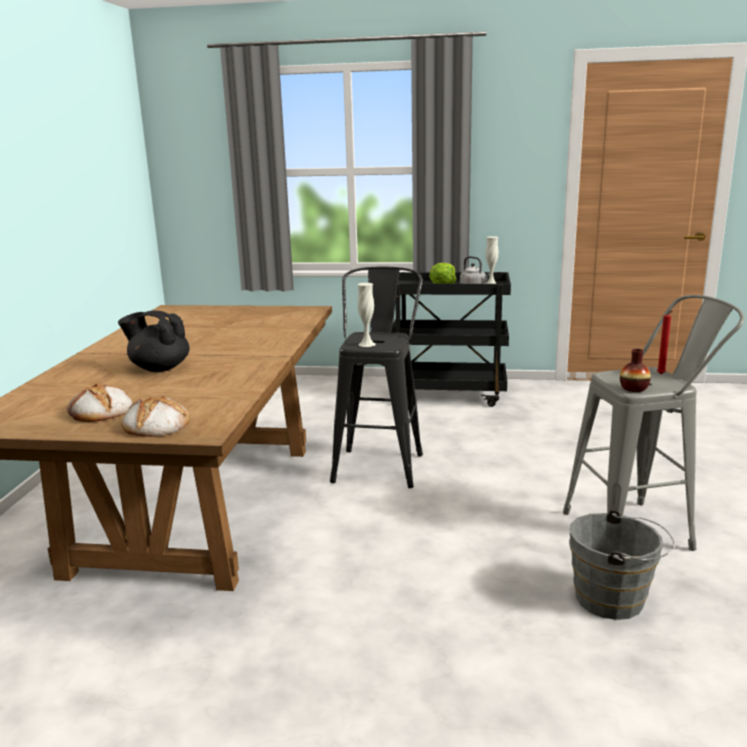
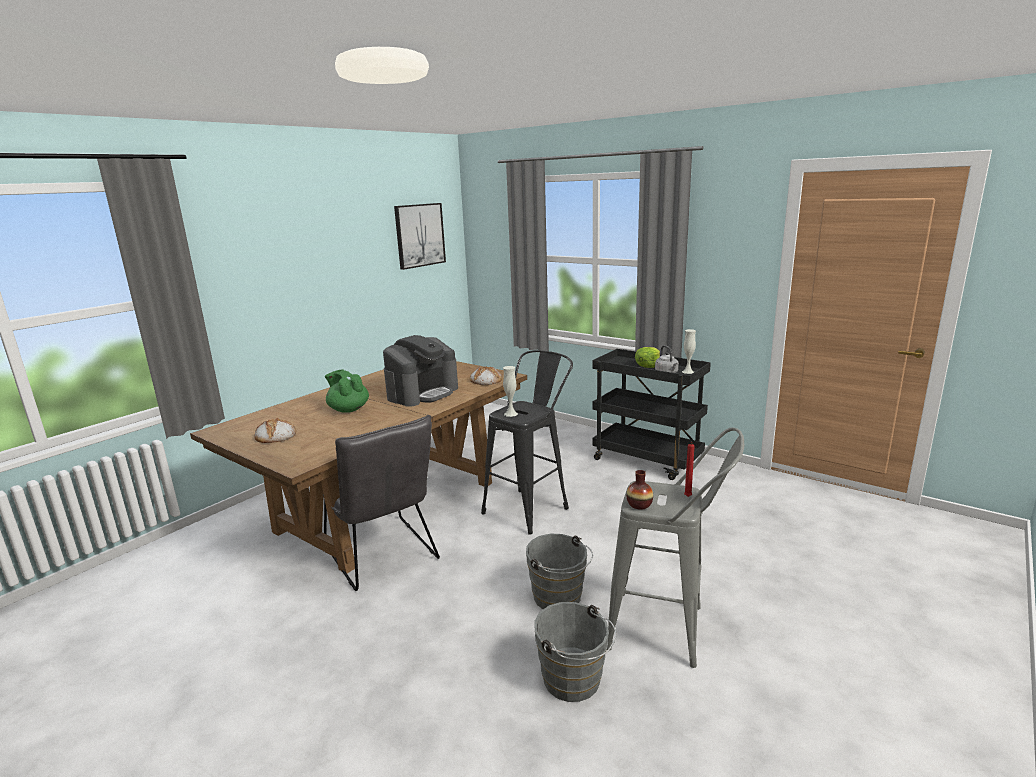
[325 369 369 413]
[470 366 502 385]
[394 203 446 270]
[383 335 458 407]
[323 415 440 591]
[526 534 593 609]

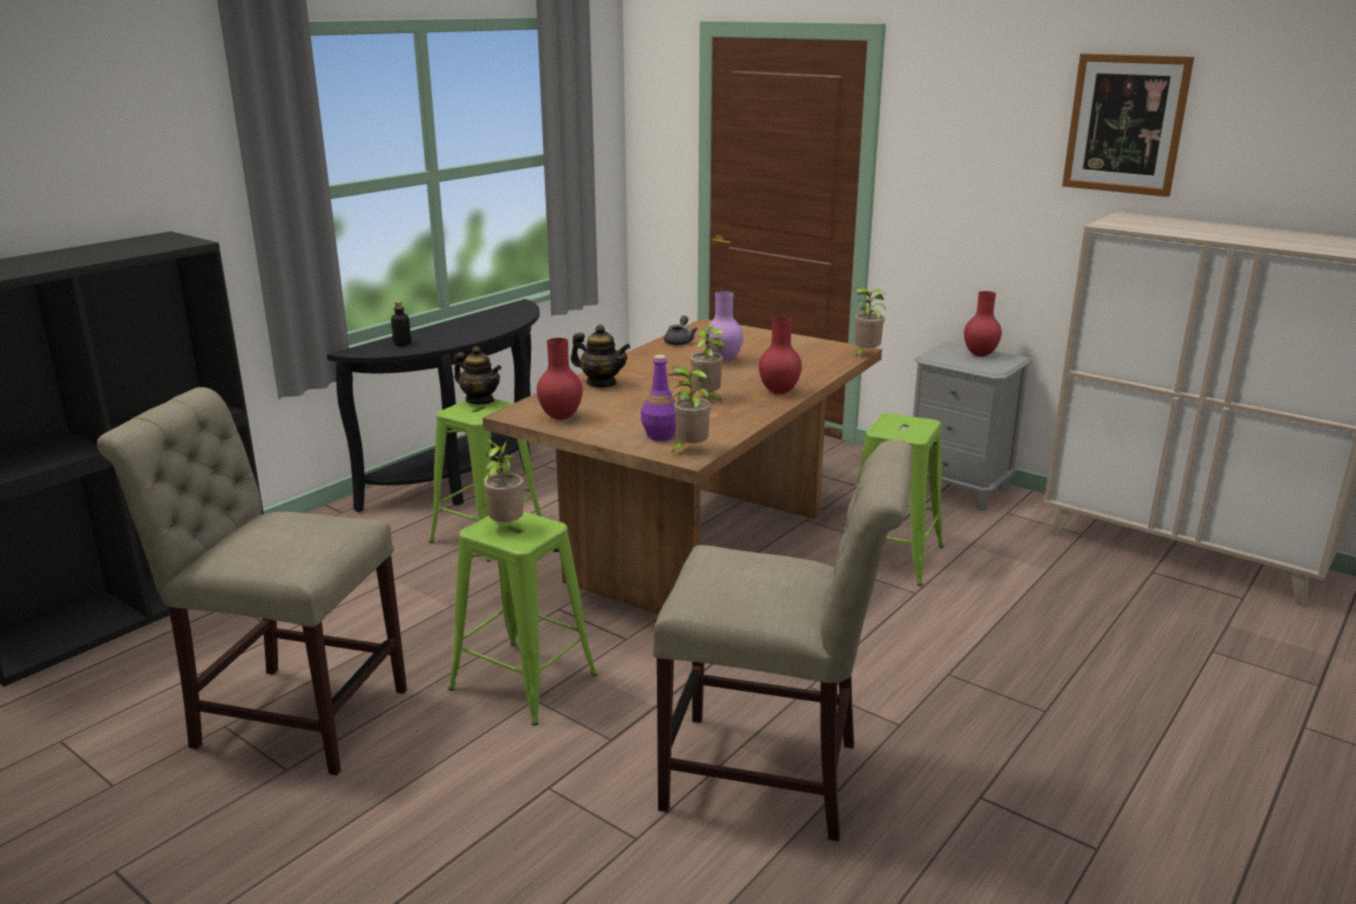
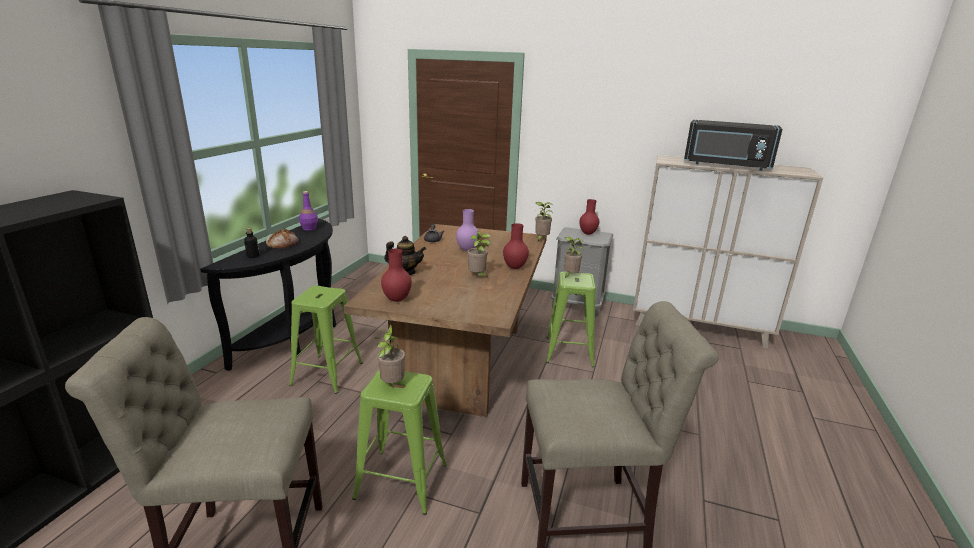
[1062 53 1194 197] (first image)
[454 346 502 404] (first image)
[299 191 318 231]
[564 237 584 279]
[684 120 783 171]
[266 229 299 248]

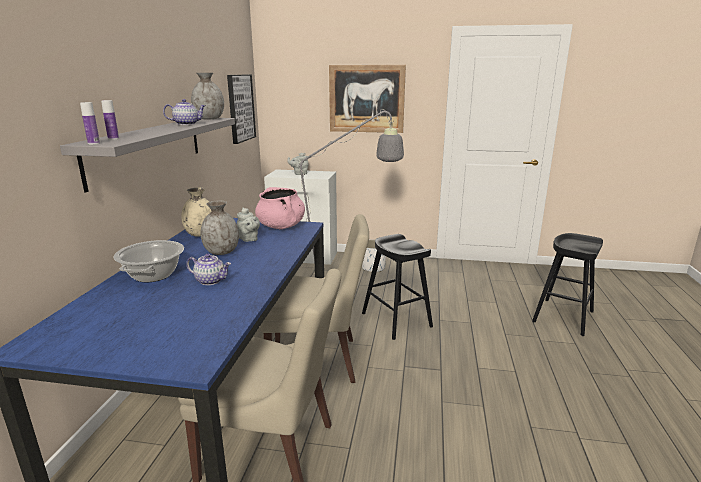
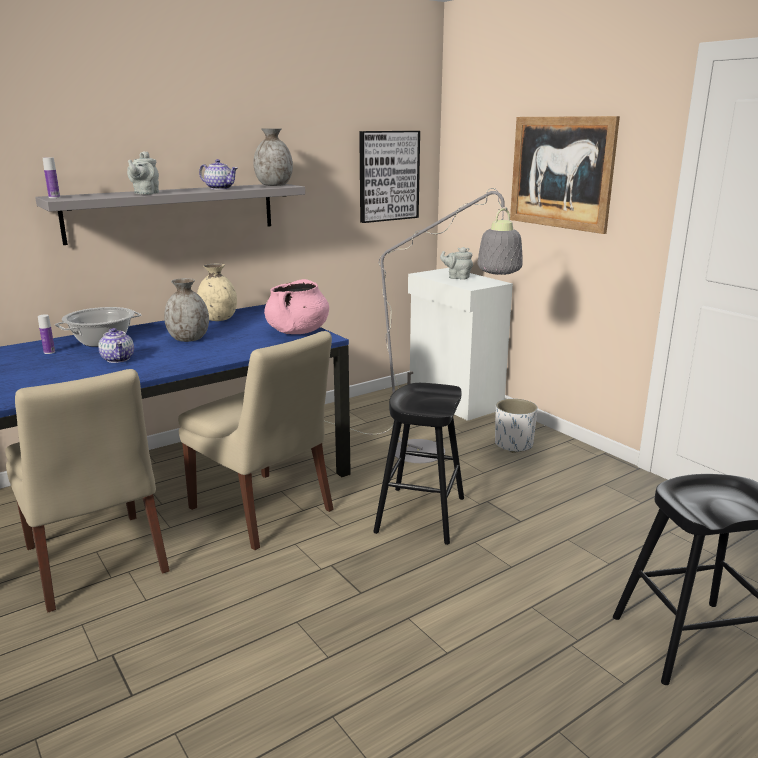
[38 314 55 354]
[127 151 159 195]

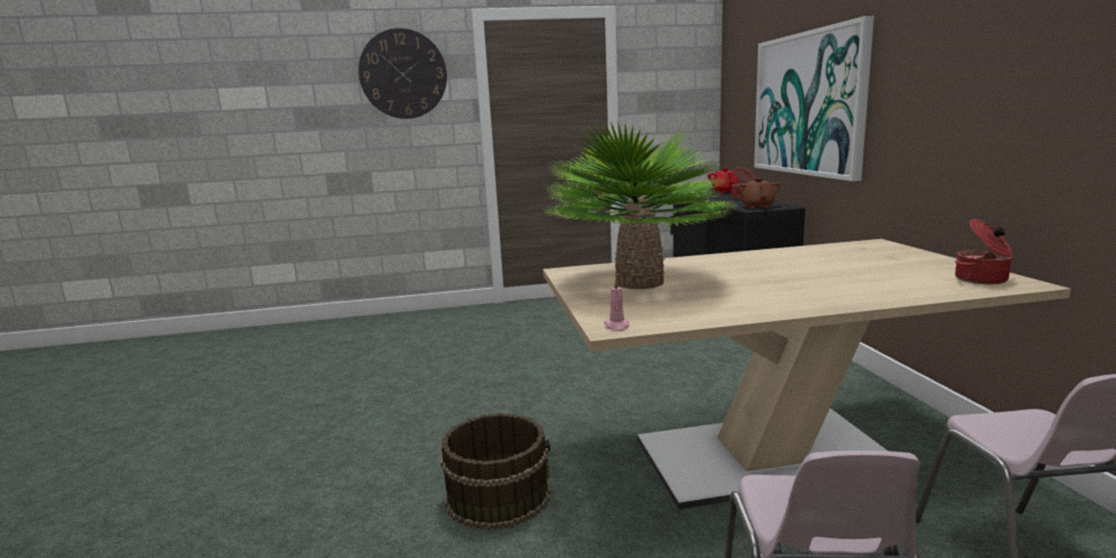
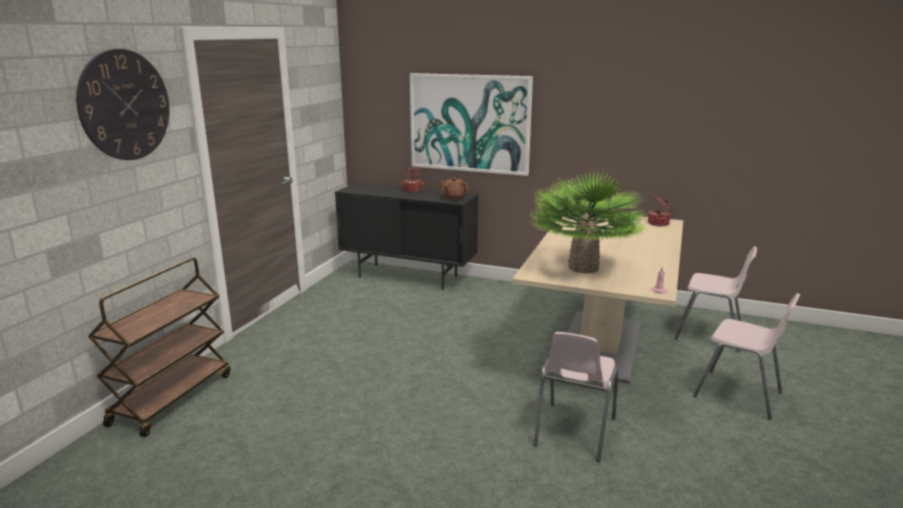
[708 168 740 194] (first image)
[534 332 619 462]
[88 258 231 437]

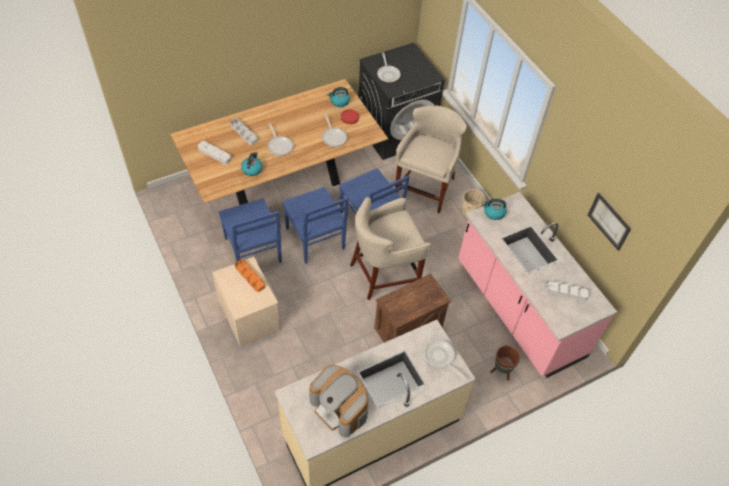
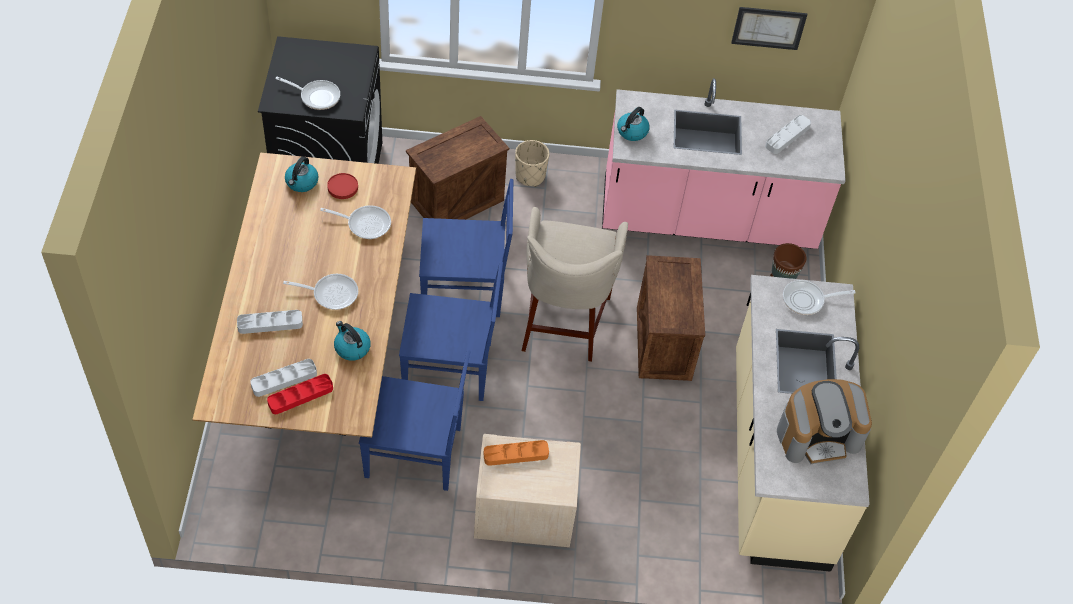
[406 116 509 220]
[267 374 333 414]

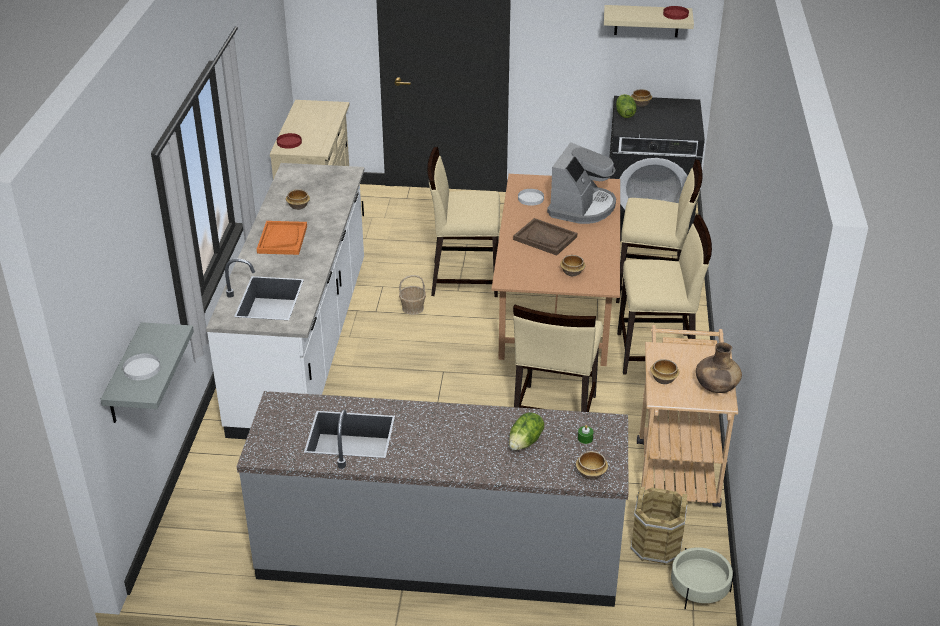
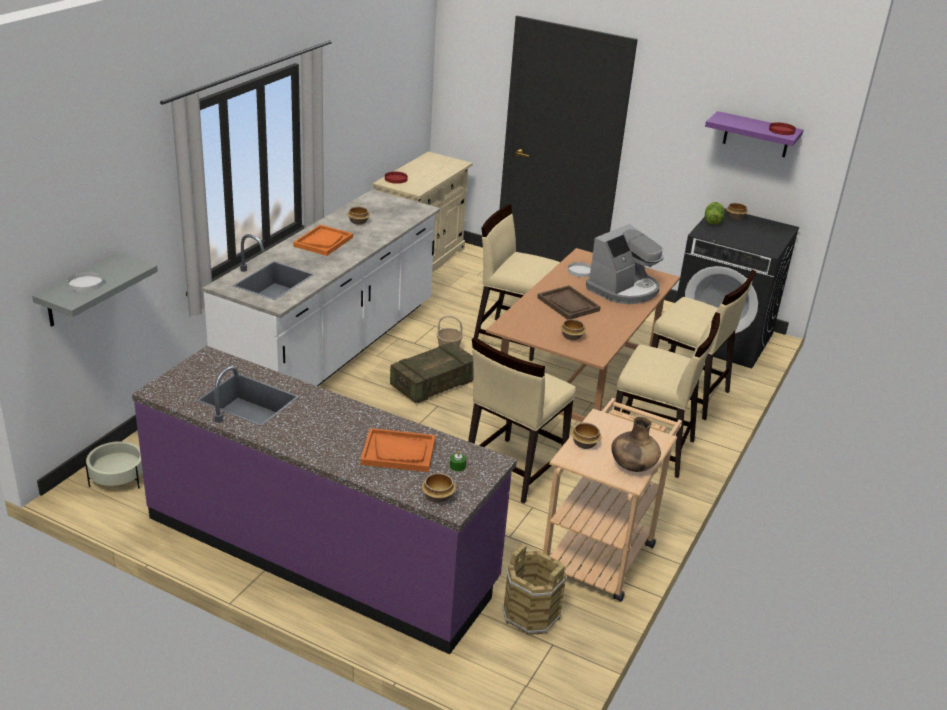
[705 111 803 157]
[132 346 517 654]
[360 428 436 472]
[86 440 143 489]
[390 342 473 403]

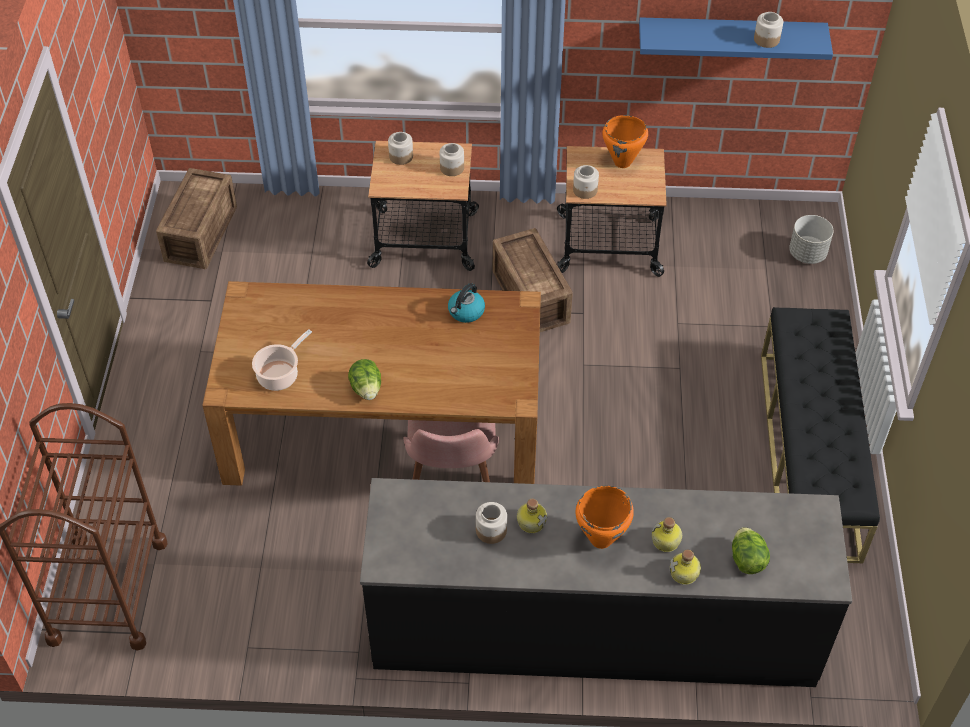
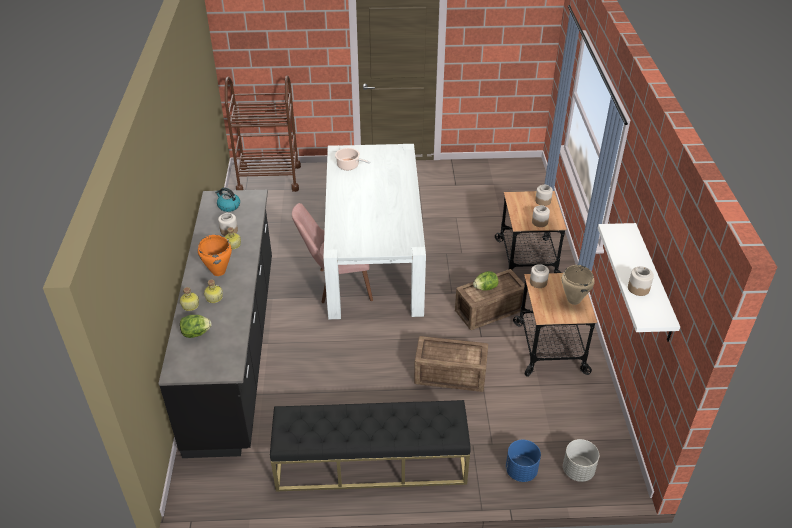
[598 223 680 342]
[562 265 595 305]
[414 336 488 392]
[323 144 426 319]
[215 187 240 212]
[473 271 498 291]
[506 440 541 482]

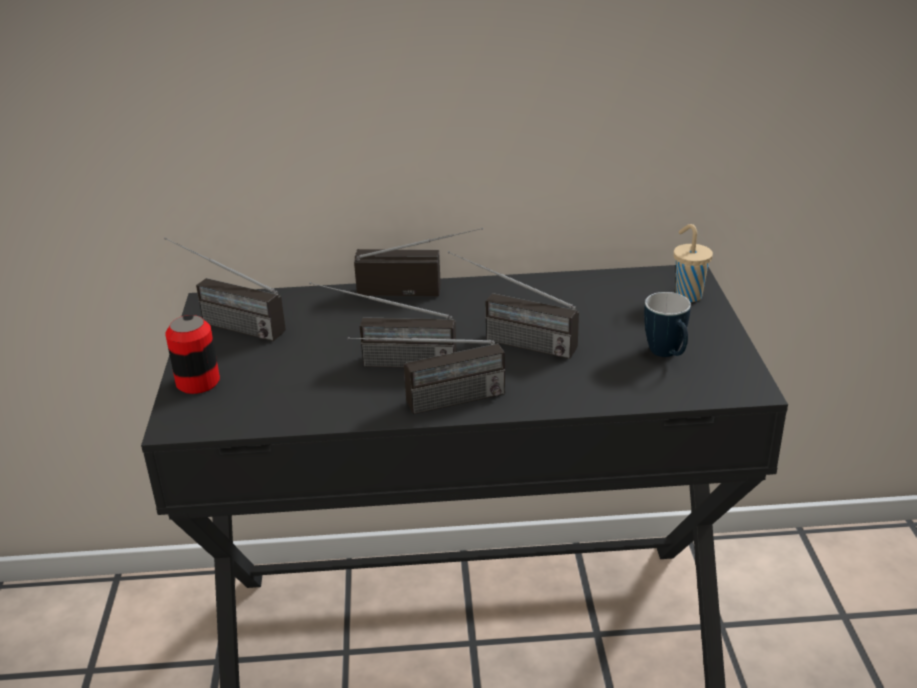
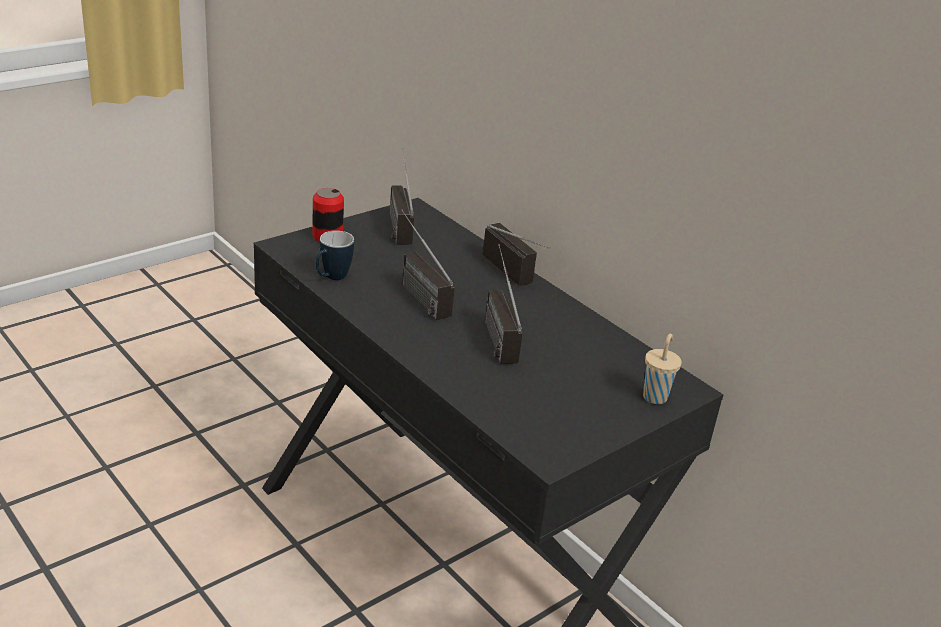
[315 231 354 280]
[348 337 505 414] (first image)

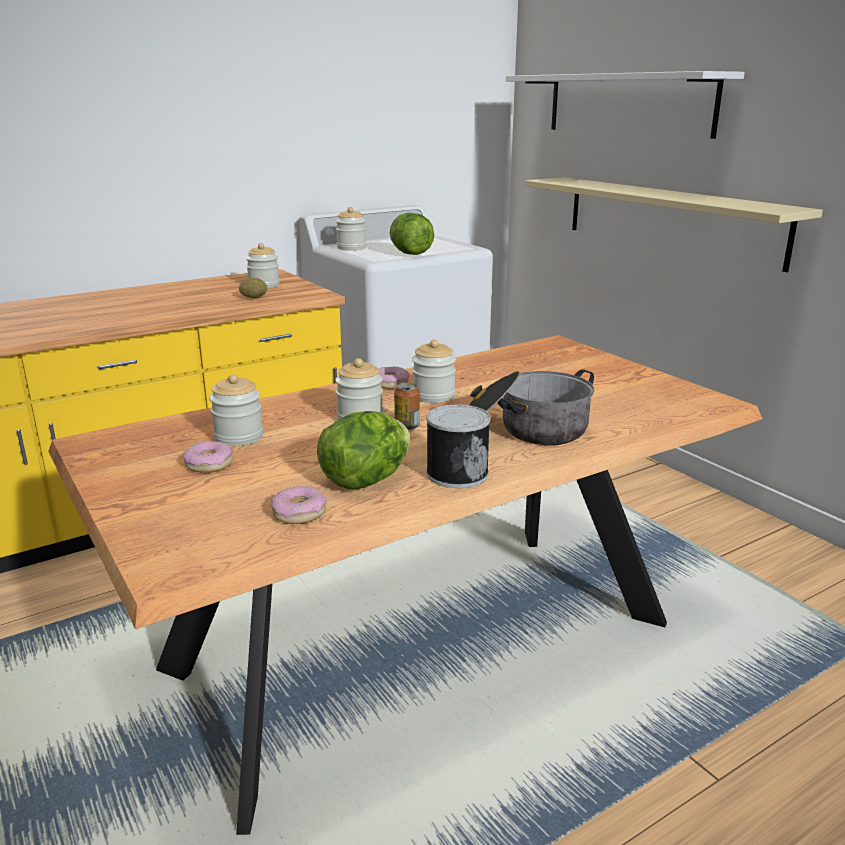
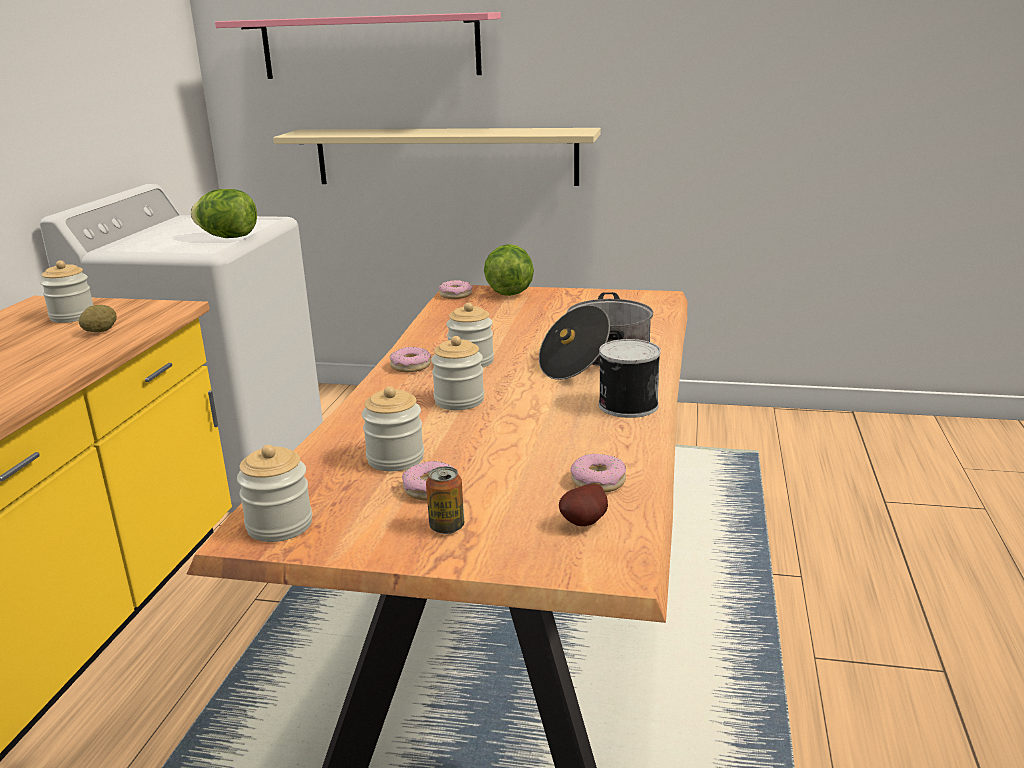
[215 12 501 79]
[237 445 312 542]
[426 466 464 534]
[484 244 534 296]
[439 280 473 299]
[559 484 608 526]

